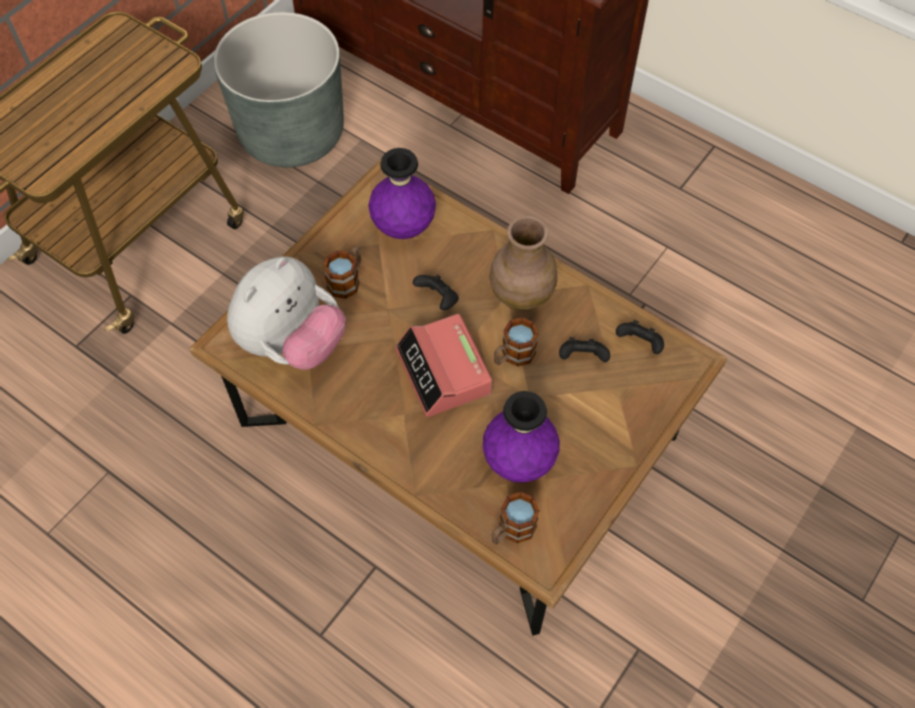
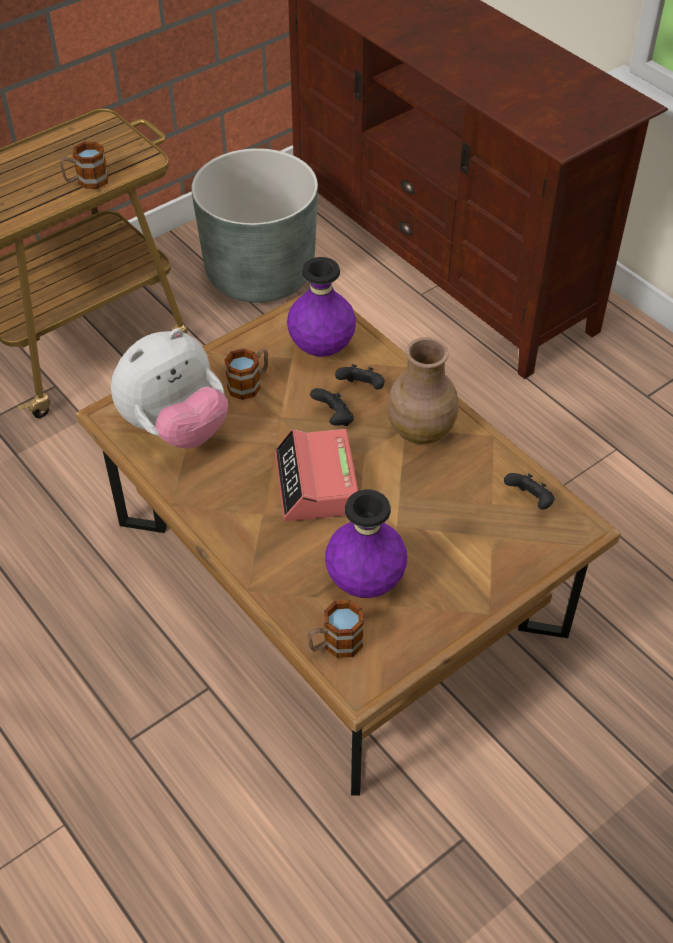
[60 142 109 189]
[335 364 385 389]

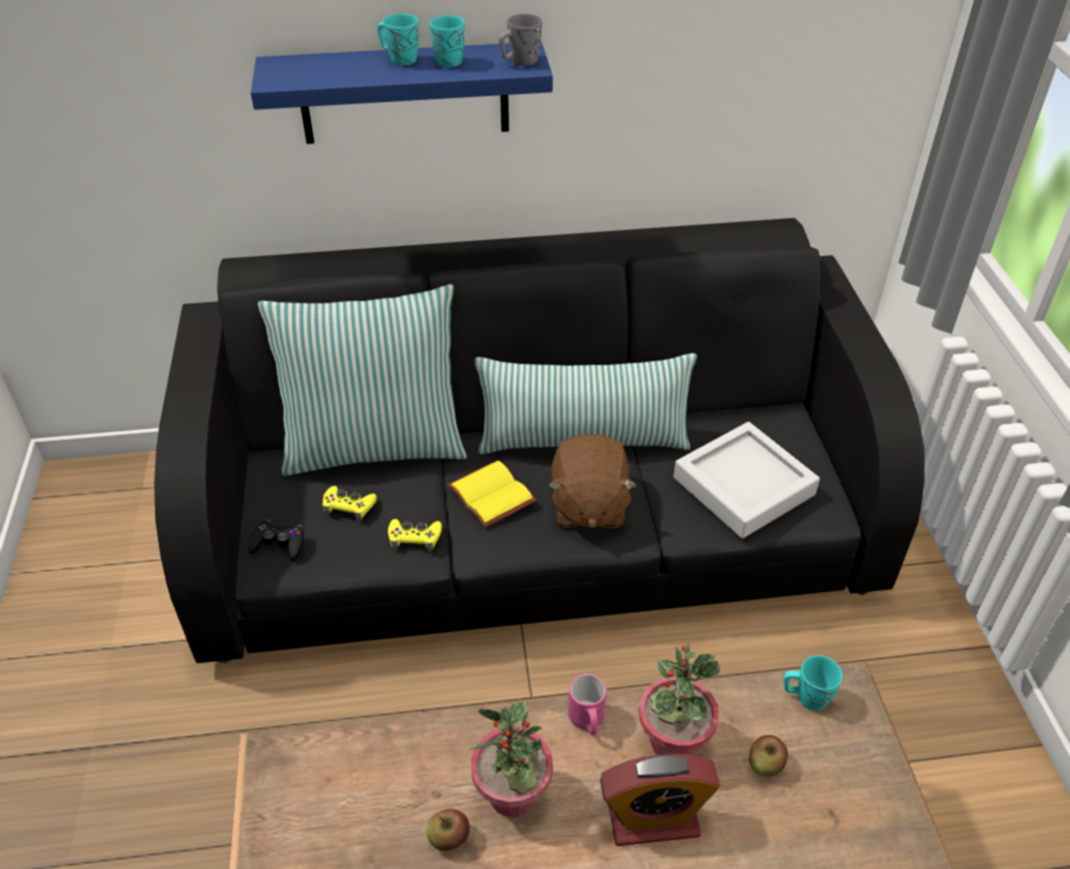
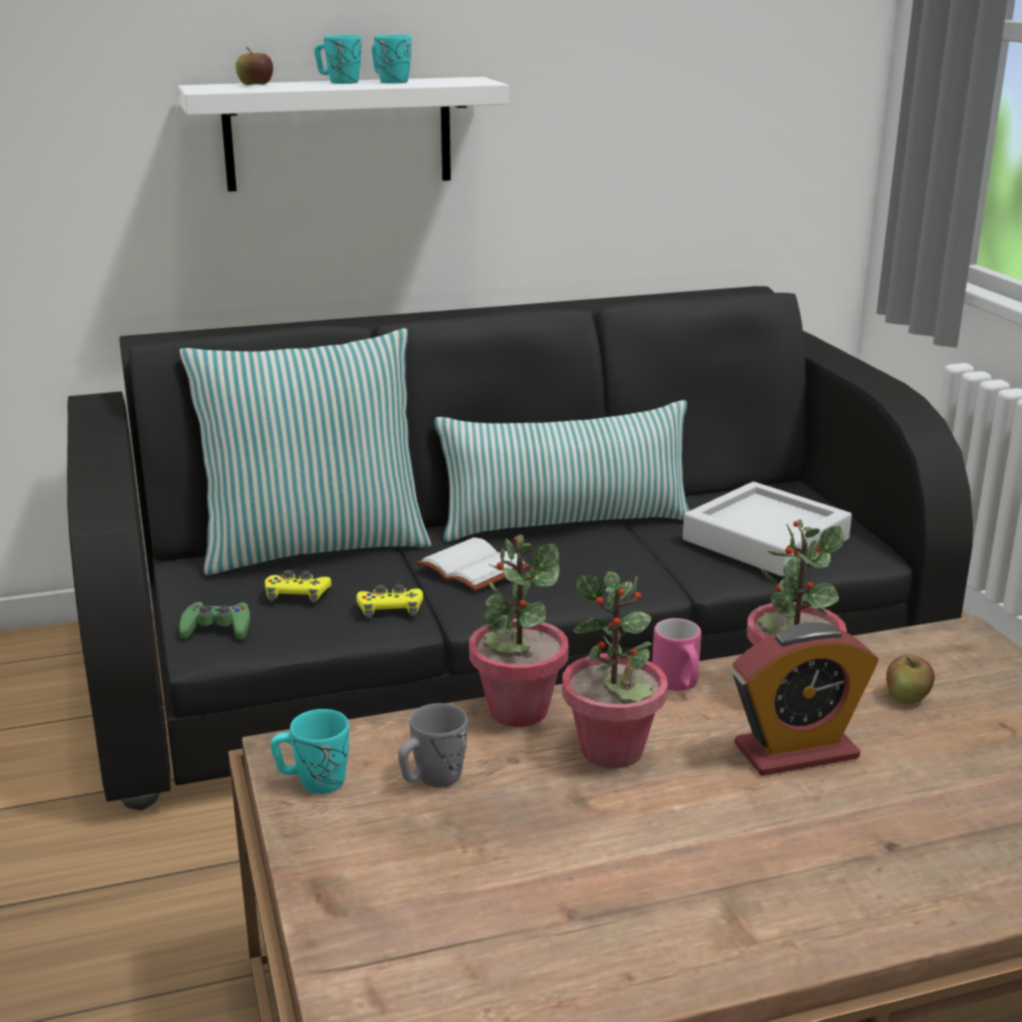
[398 703 468 787]
[178 77 509 192]
[548 434 637 528] (first image)
[417 537 529 591]
[179 602 250 640]
[271 709 349 794]
[236 47 273 85]
[469 535 569 727]

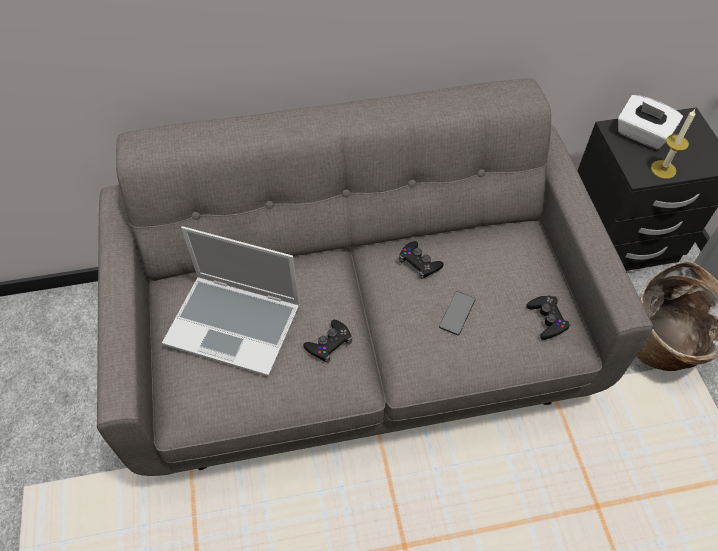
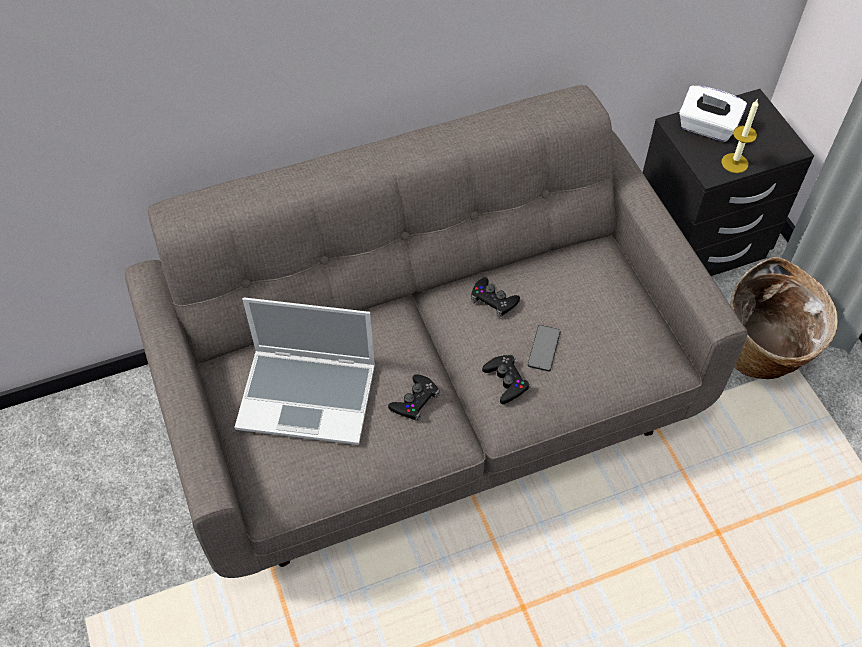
[482 355 530 404]

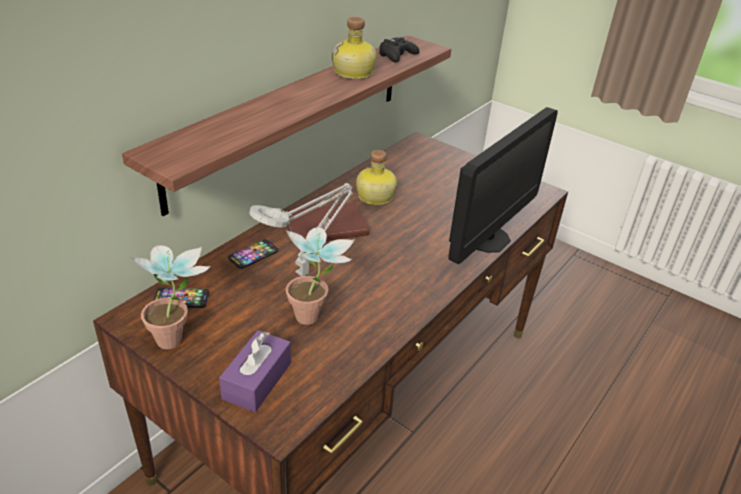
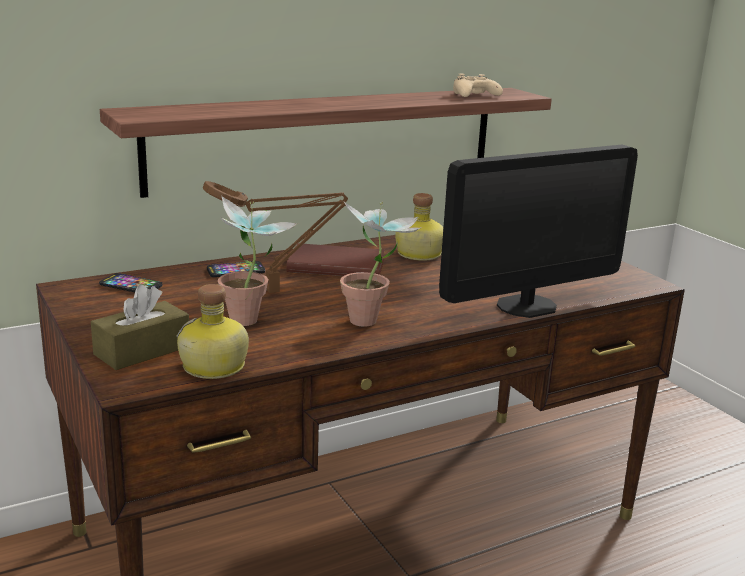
[177 284 249 379]
[453 74 503 97]
[203 181 348 293]
[340 202 421 327]
[91 285 189 370]

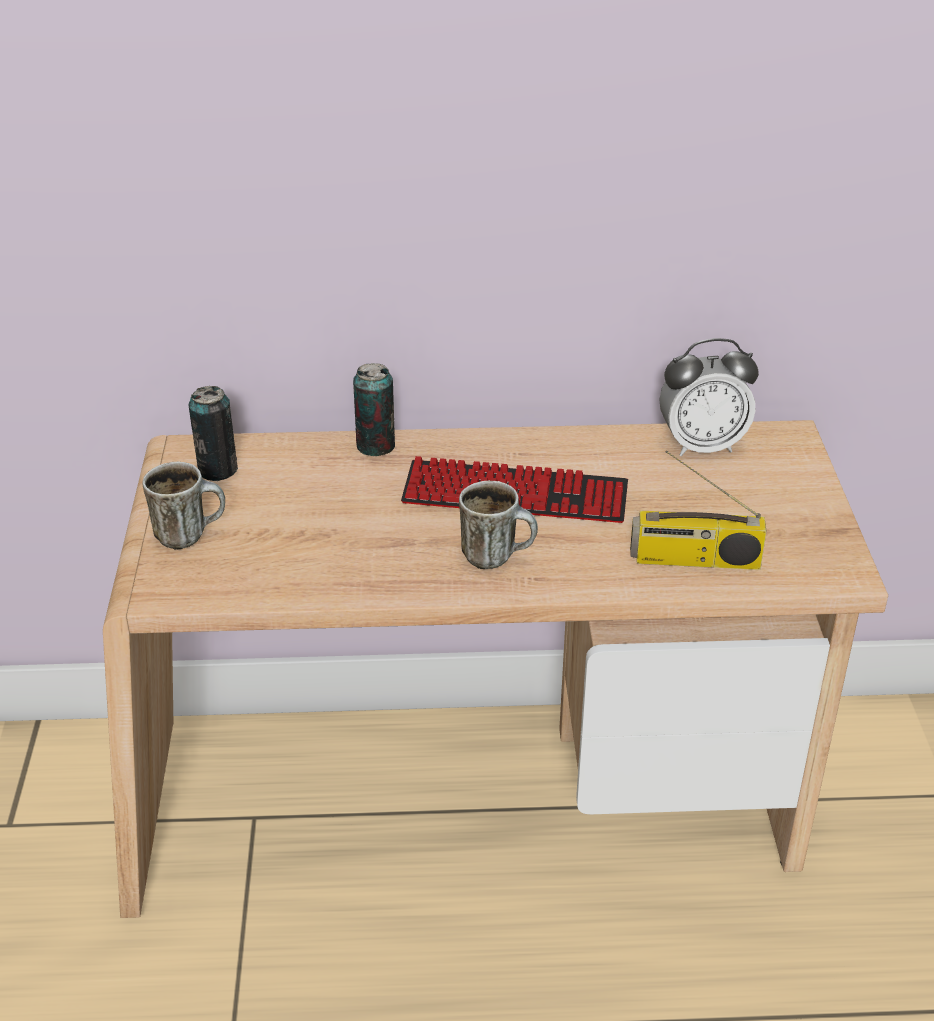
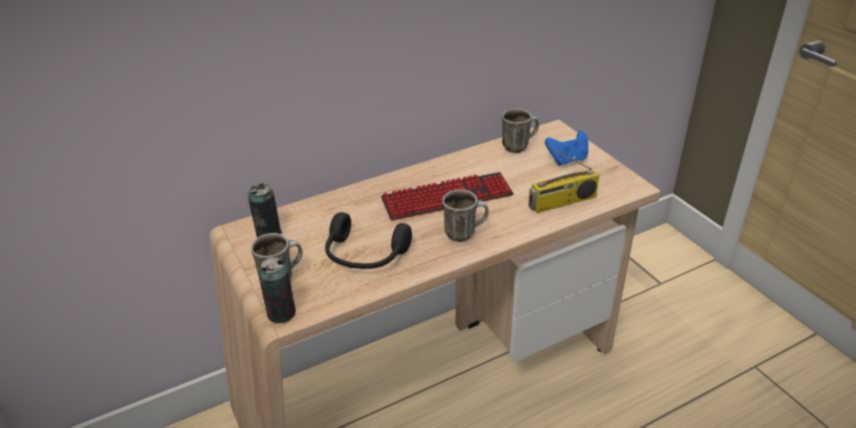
[502 108 539 153]
[258 257 296 323]
[545 131 588 166]
[325 212 412 269]

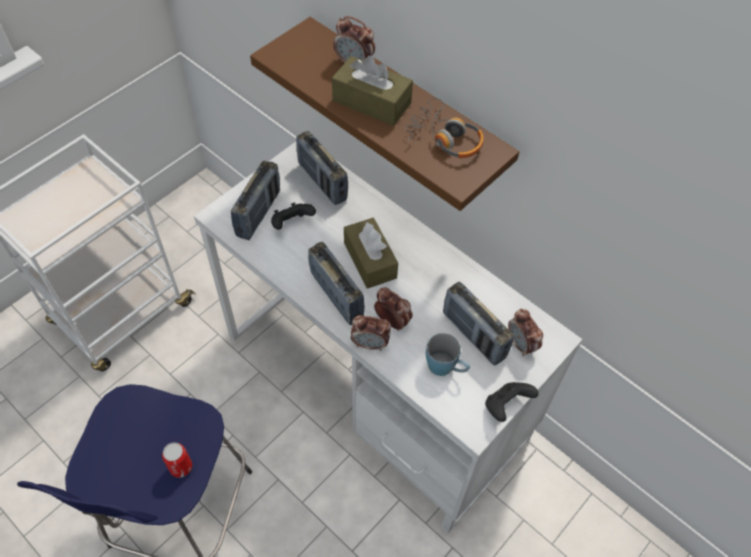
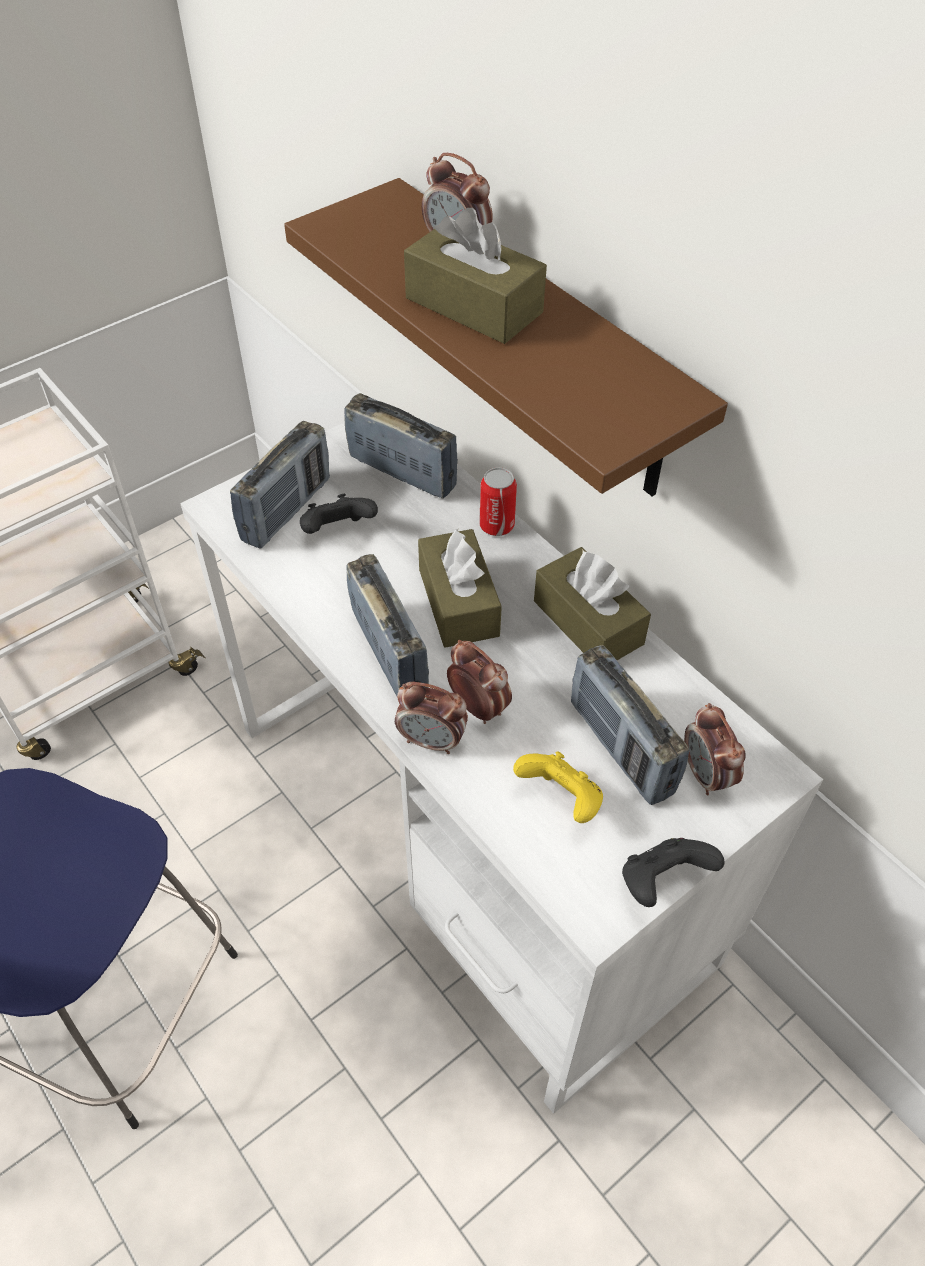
[405 98 484 158] (first image)
[344 393 458 499]
[513 751 603 823]
[479 467 517 536]
[534 547 651 660]

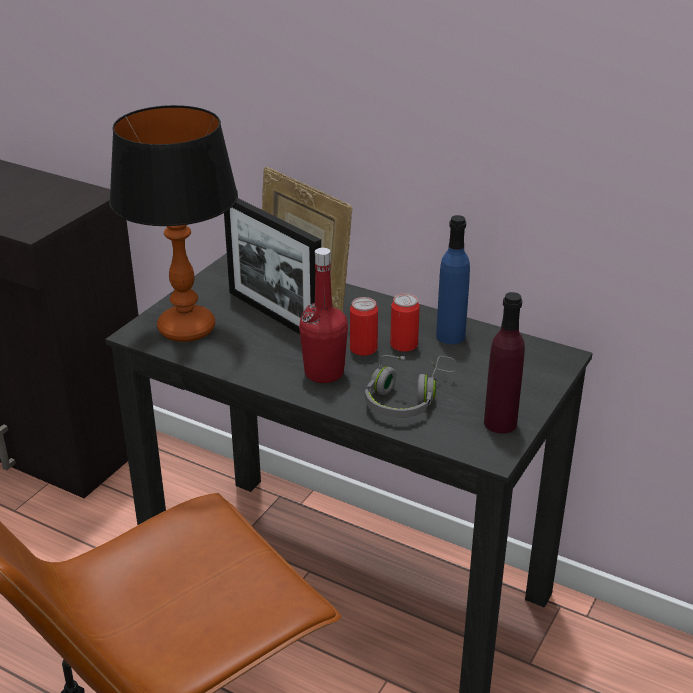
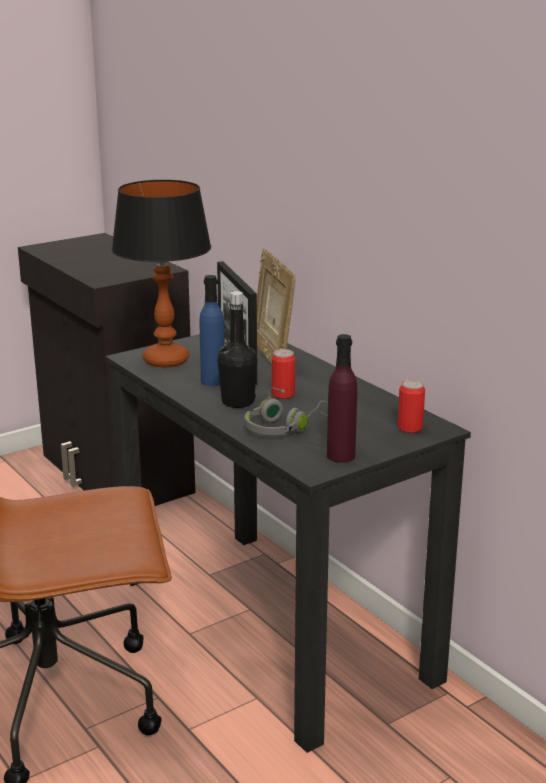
[199 275 225 386]
[217 291 258 408]
[397 379 425 433]

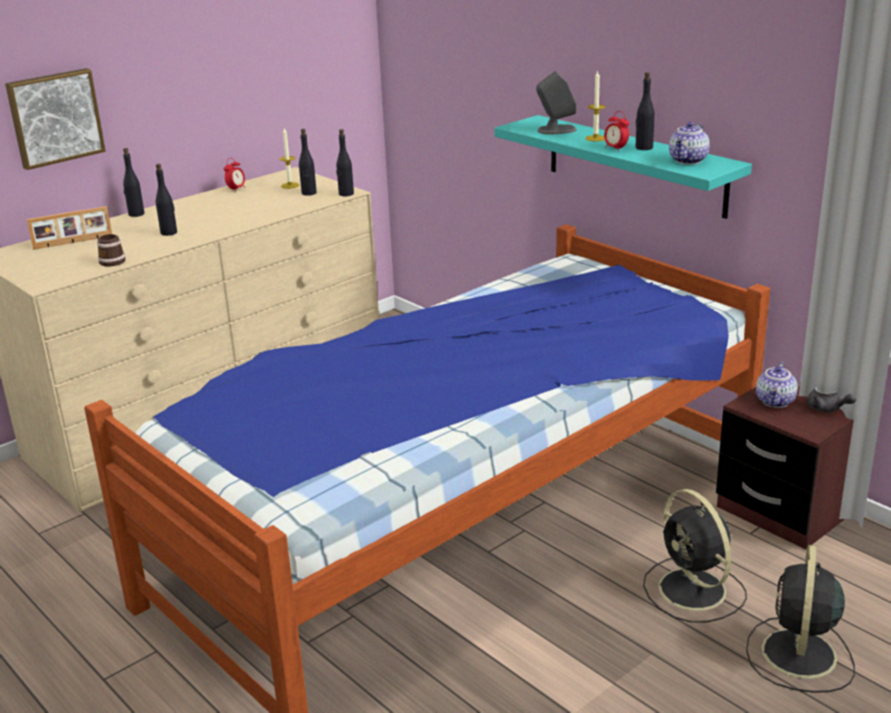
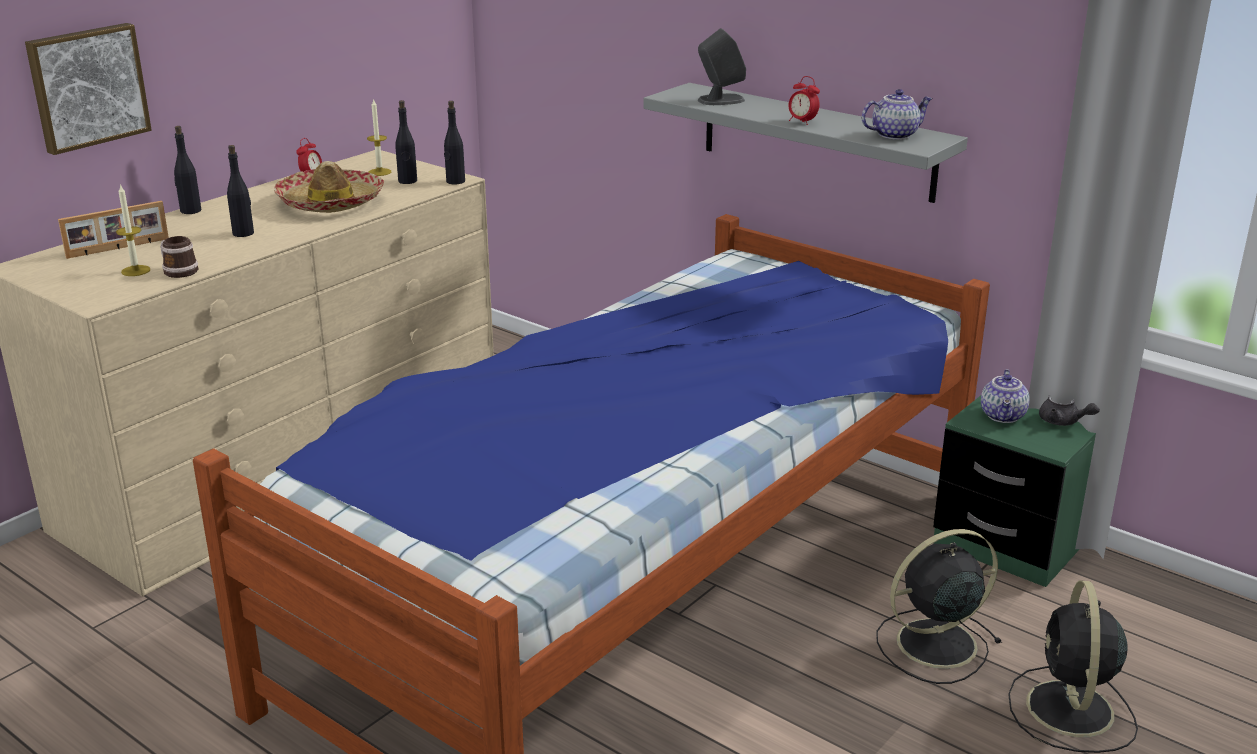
[116 184 150 276]
[635 72 655 150] (first image)
[644 83 968 203]
[862 89 933 140]
[933 395 1096 587]
[876 529 1002 684]
[274 161 384 213]

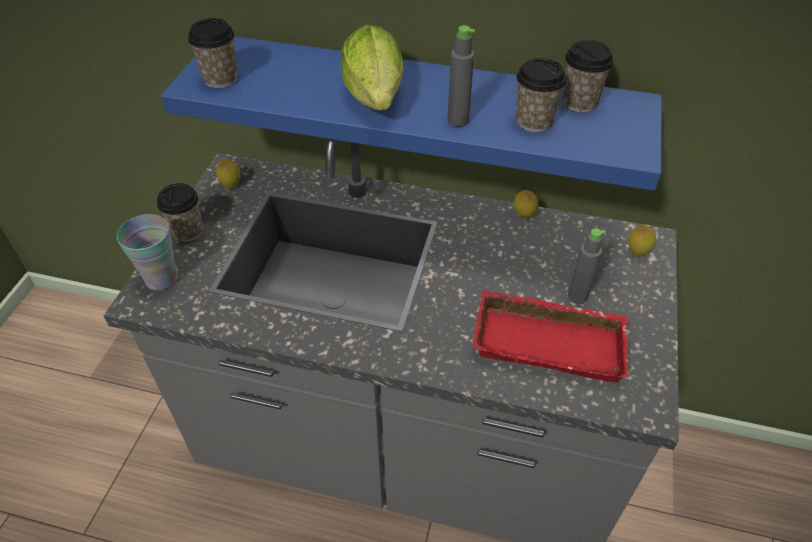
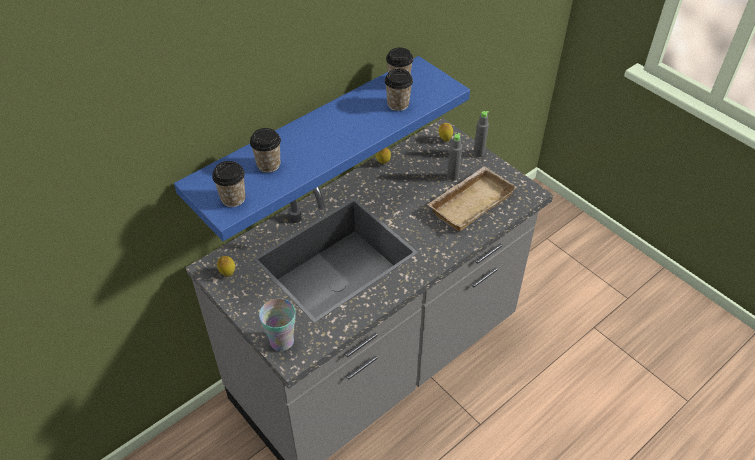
[341 25 404 110] (first image)
[473 111 489 157]
[250 128 281 173]
[427 166 517 231]

